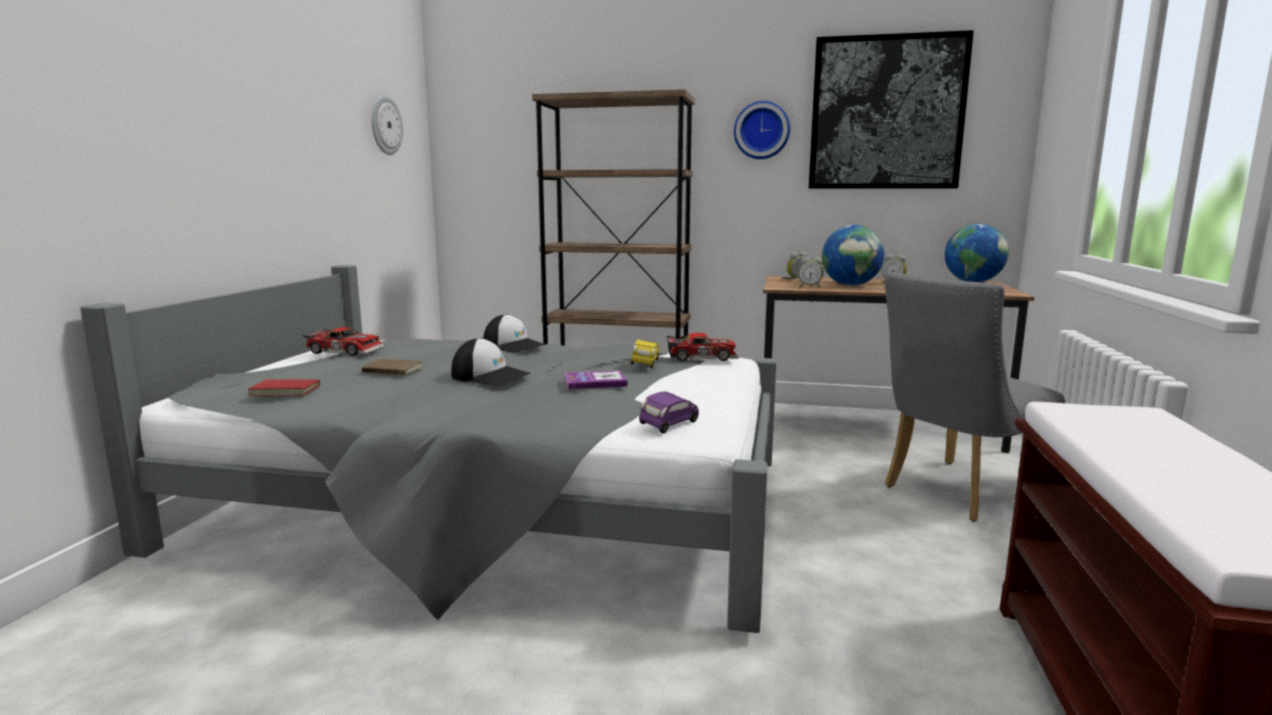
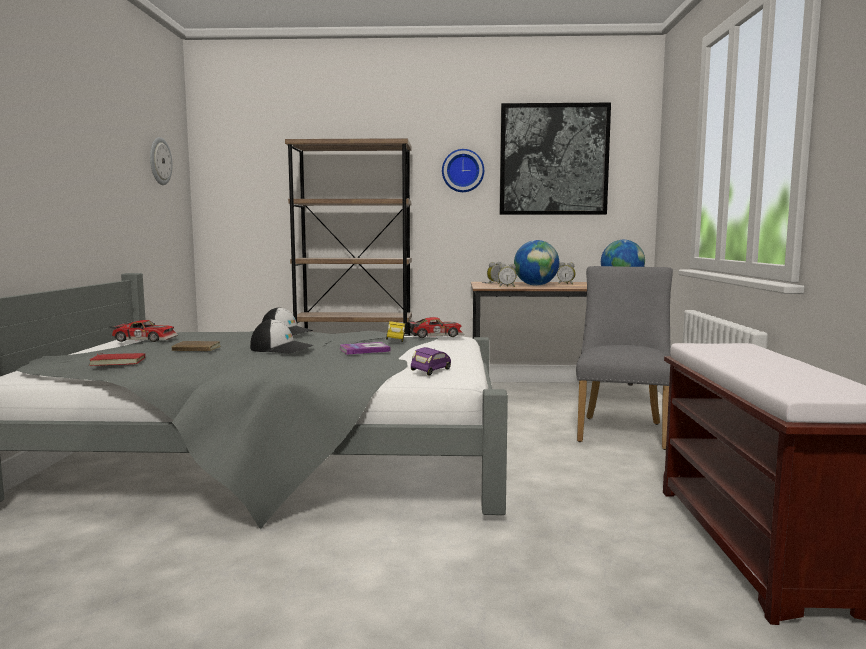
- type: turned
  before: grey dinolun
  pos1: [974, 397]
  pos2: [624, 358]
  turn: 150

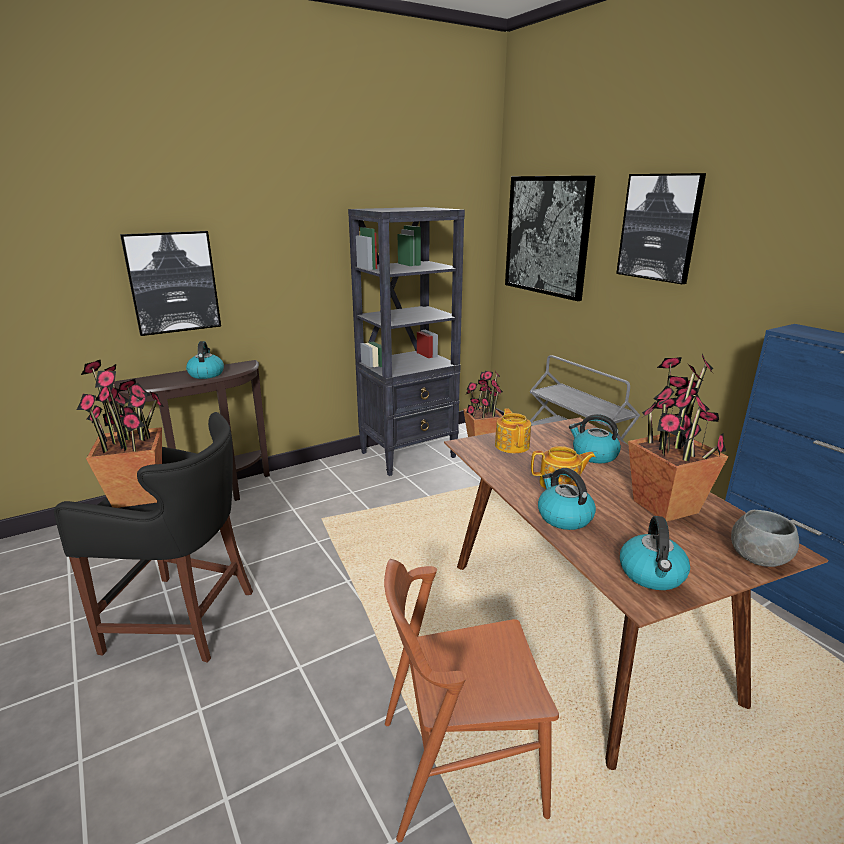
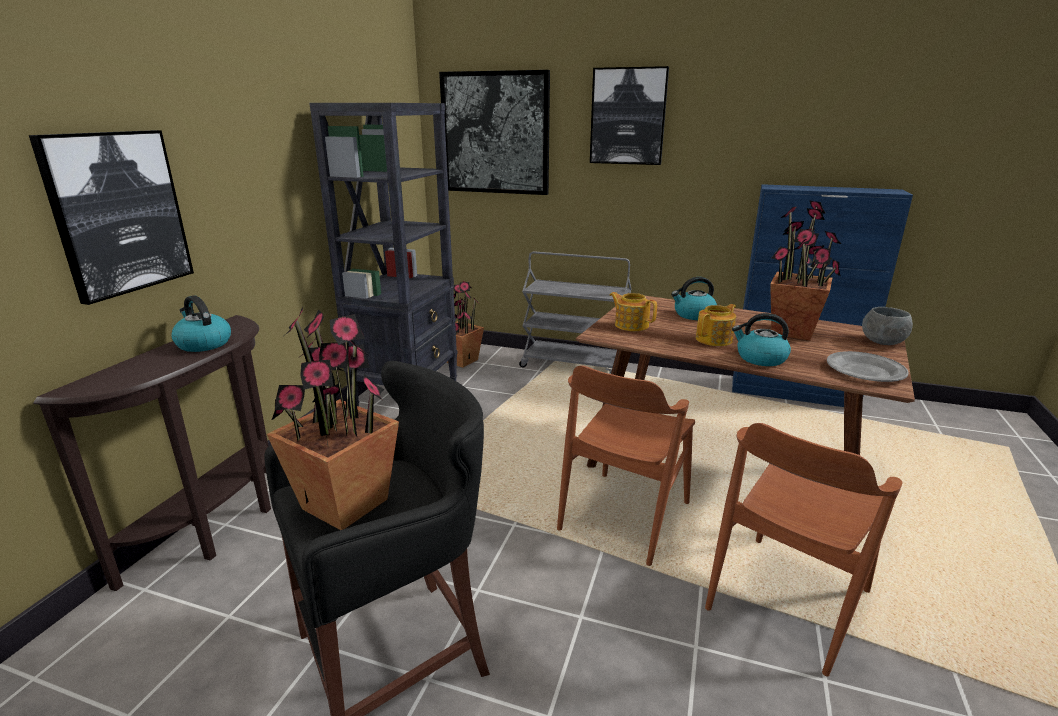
- type: replaced
  before: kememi
  after: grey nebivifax
  pos1: [655, 553]
  pos2: [868, 366]
- type: added
  after: brown dinolun
  pos2: [626, 465]

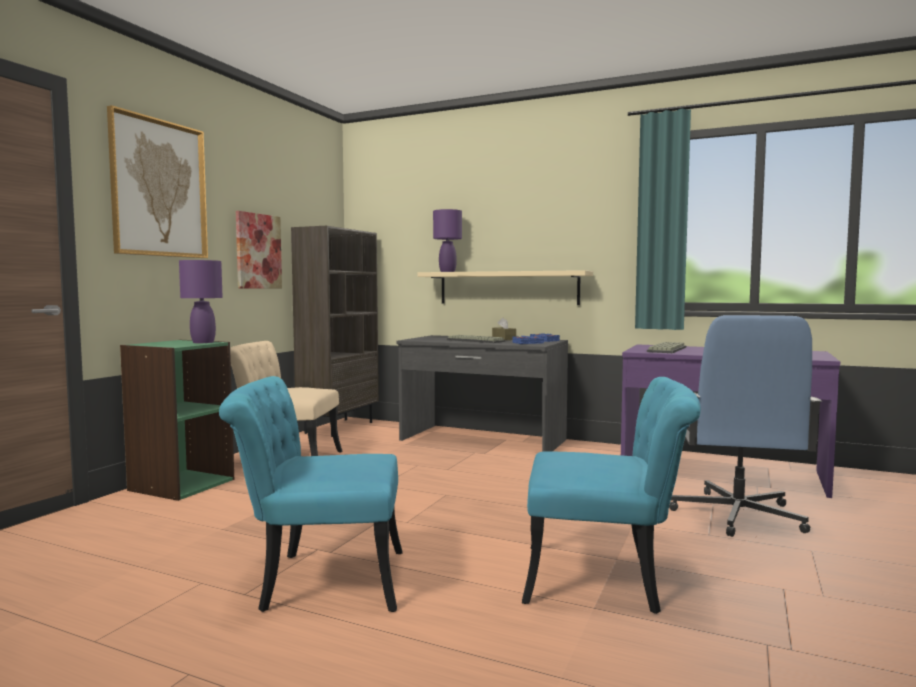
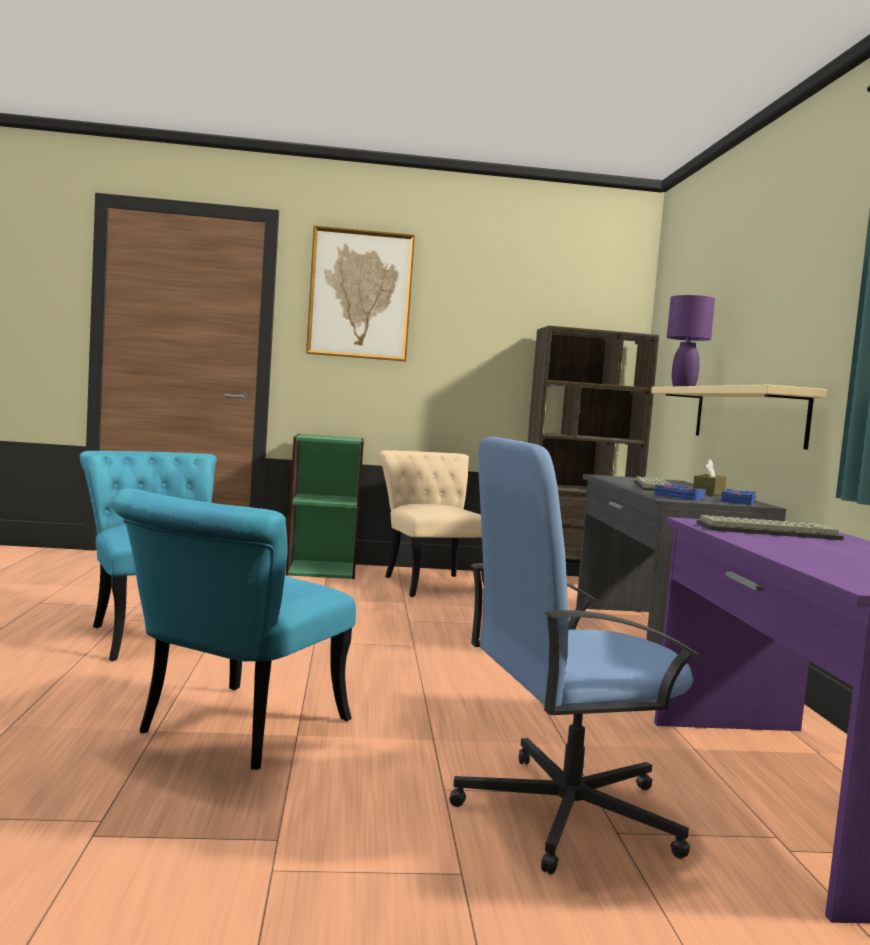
- type: removed
  before: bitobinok
  pos1: [259, 249]
- type: removed
  before: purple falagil
  pos1: [201, 301]
- type: turned
  before: turquoise dinolun
  pos1: [611, 495]
  pos2: [233, 629]
  turn: 45

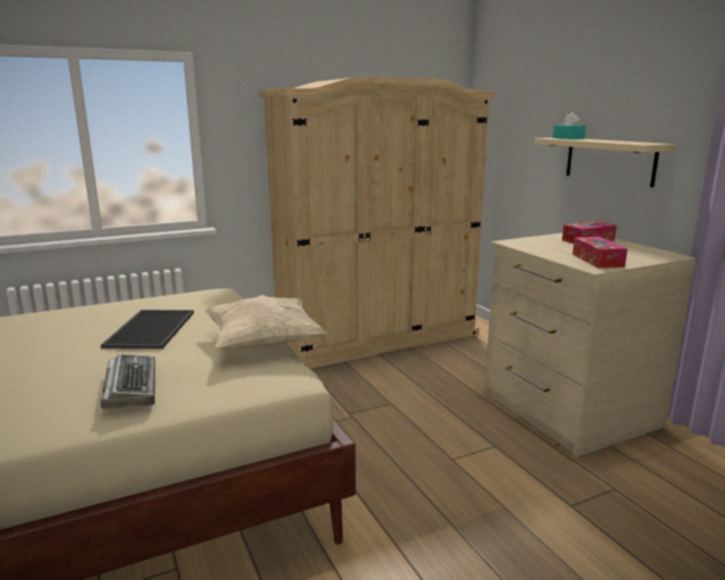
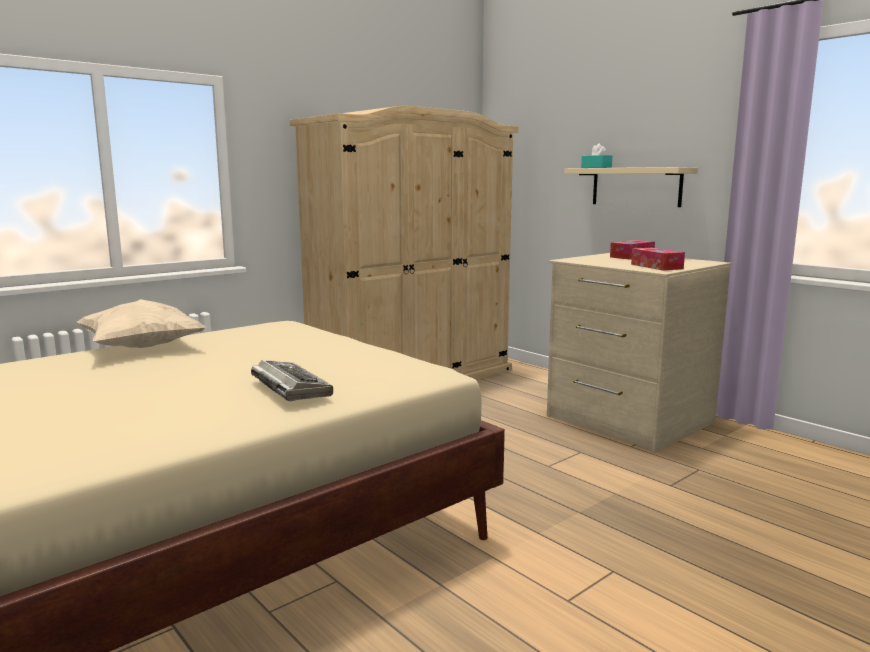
- type: moved
  before: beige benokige
  pos1: [265, 322]
  pos2: [141, 323]
- type: removed
  before: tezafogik
  pos1: [147, 329]

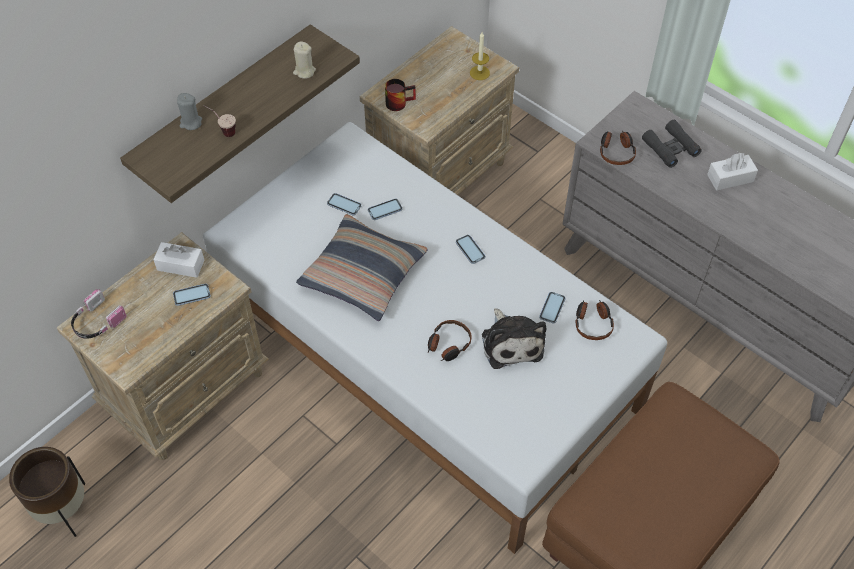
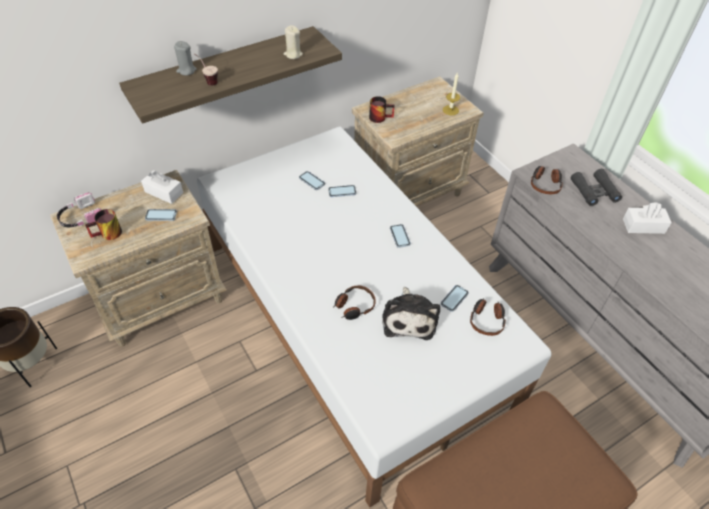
- type: removed
  before: benokige
  pos1: [362, 267]
- type: added
  after: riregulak
  pos2: [103, 224]

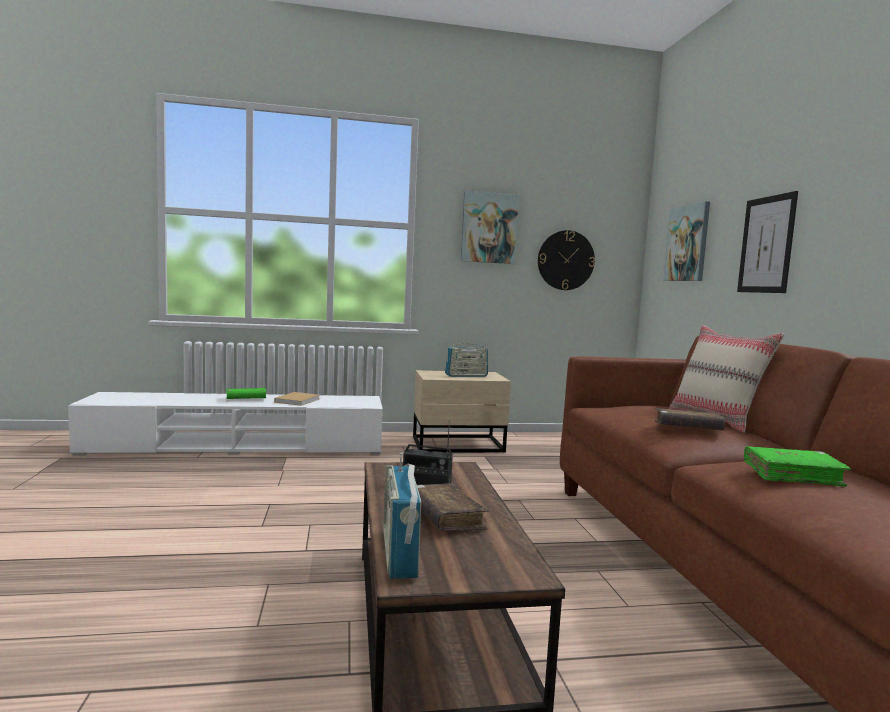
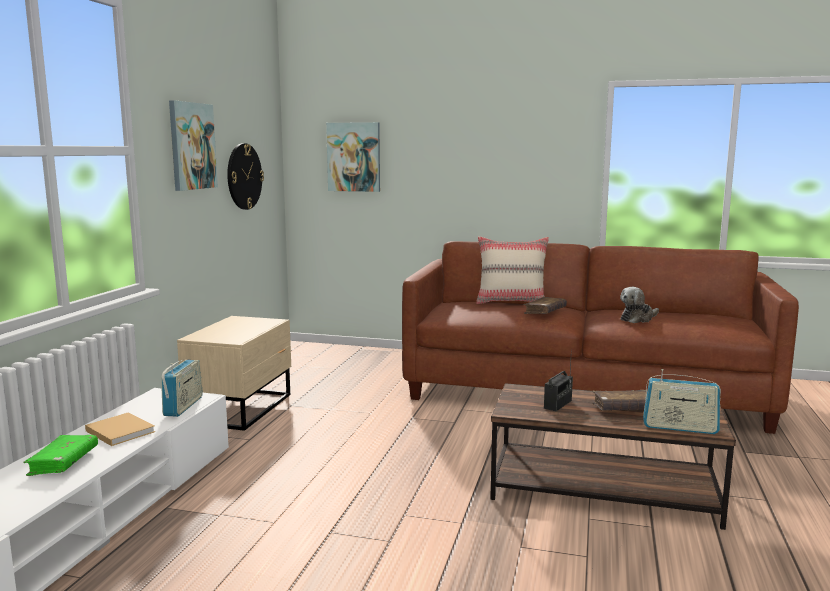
- type: removed
  before: bitobinok
  pos1: [767, 242]
- type: moved
  before: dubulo
  pos1: [466, 358]
  pos2: [182, 388]
- type: replaced
  before: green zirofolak
  after: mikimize
  pos1: [797, 466]
  pos2: [639, 305]

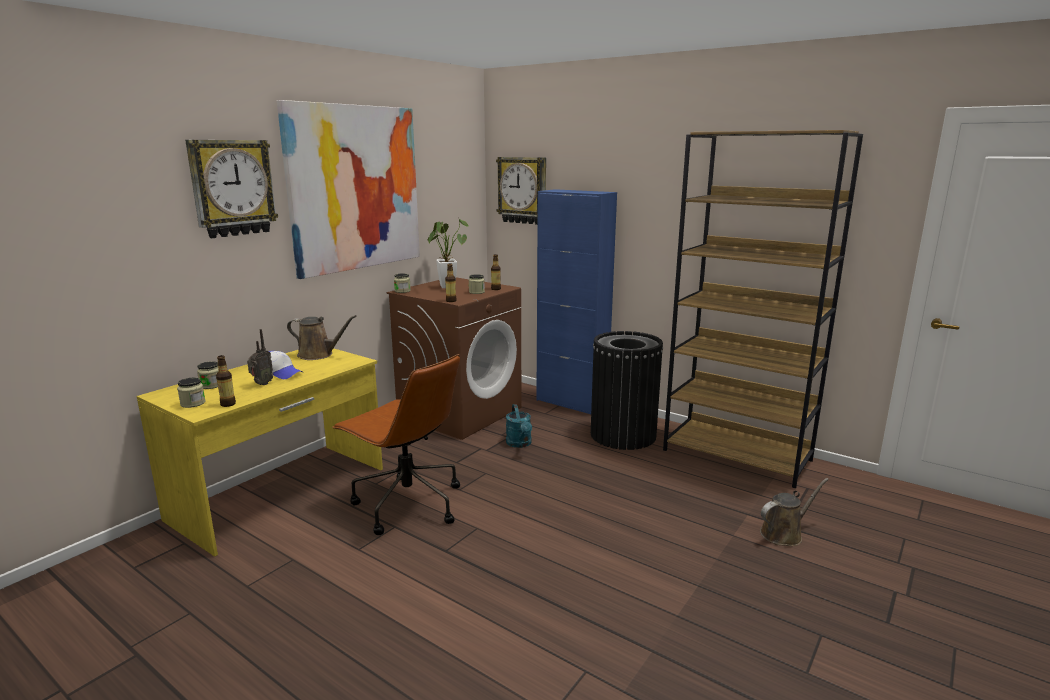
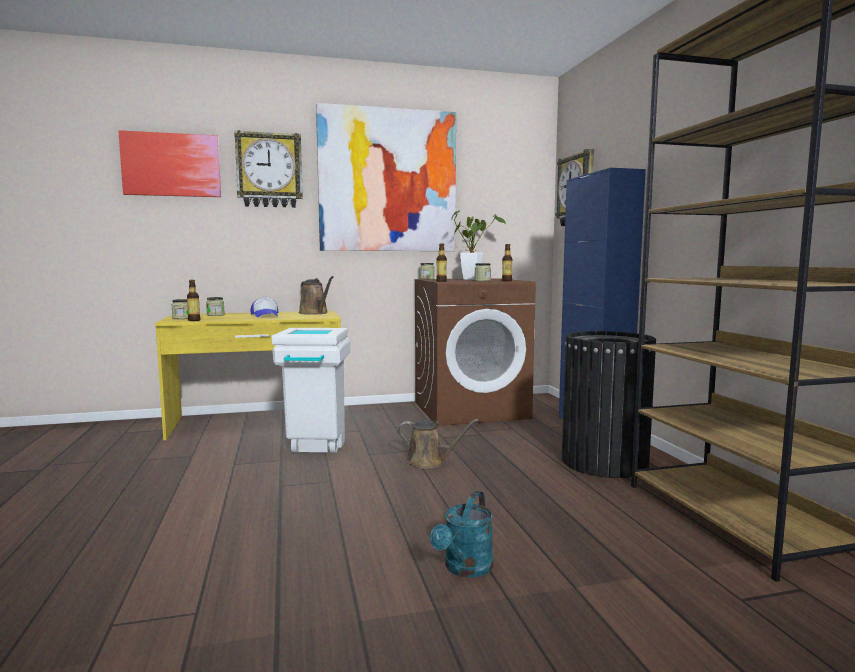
- type: removed
  before: dubulo
  pos1: [260, 357]
- type: replaced
  before: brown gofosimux
  after: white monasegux
  pos1: [396, 444]
  pos2: [311, 390]
- type: moved
  before: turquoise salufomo
  pos1: [519, 426]
  pos2: [461, 534]
- type: moved
  before: brown salufomo
  pos1: [794, 512]
  pos2: [438, 444]
- type: added
  after: bitobinok
  pos2: [169, 163]

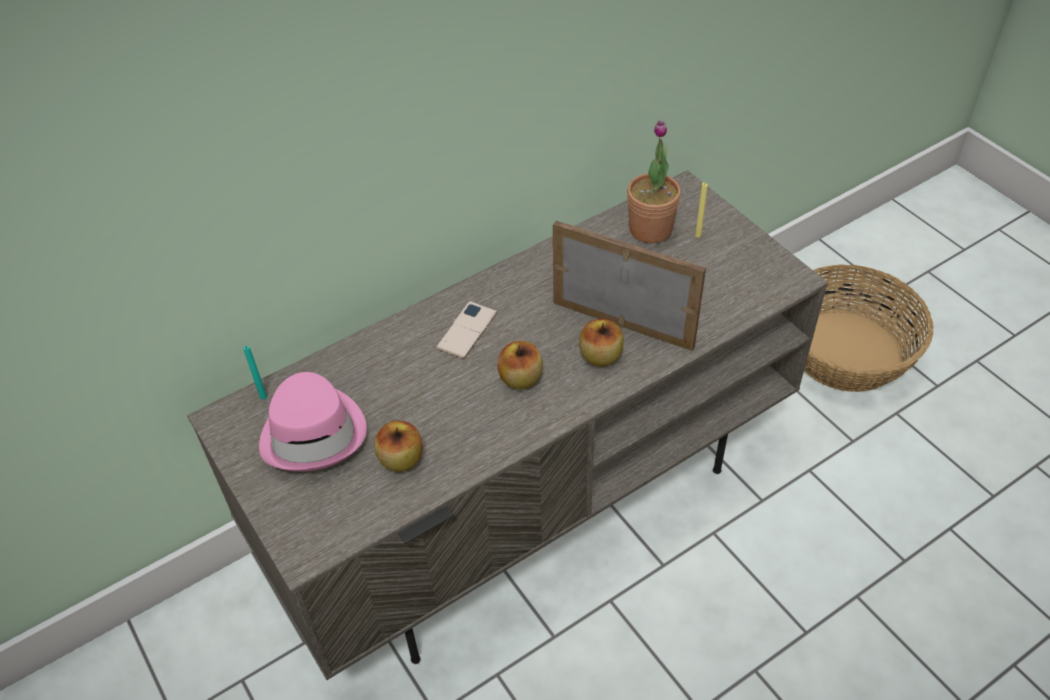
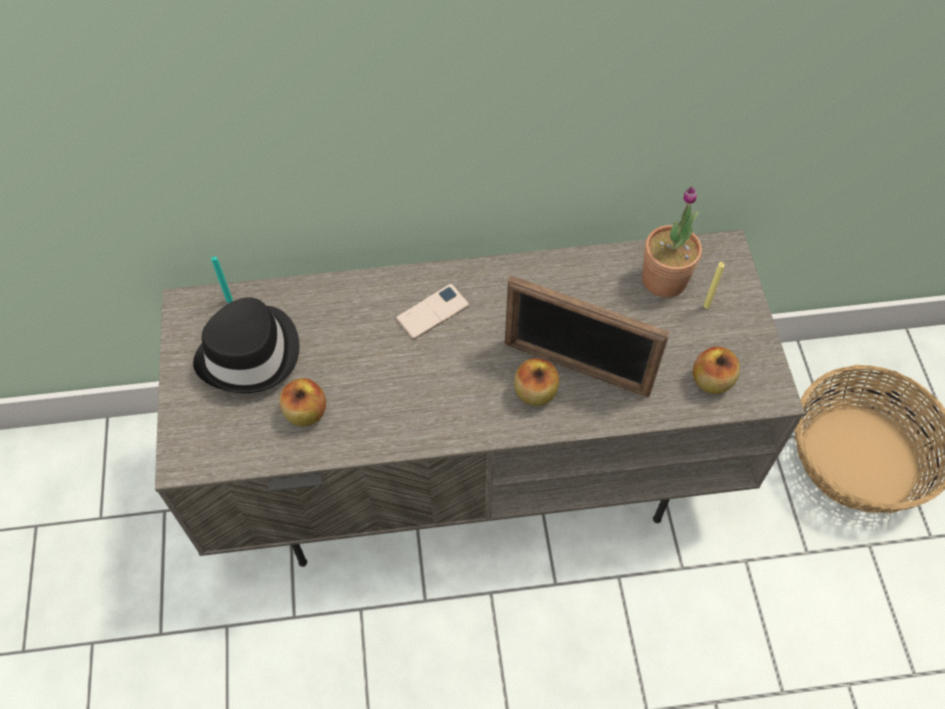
- type: turned
  before: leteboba
  pos1: [629, 285]
  pos2: [587, 336]
  turn: 150
- type: moved
  before: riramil
  pos1: [520, 365]
  pos2: [716, 370]
- type: recoloured
  before: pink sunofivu
  after: black sunofivu
  pos1: [313, 422]
  pos2: [246, 345]

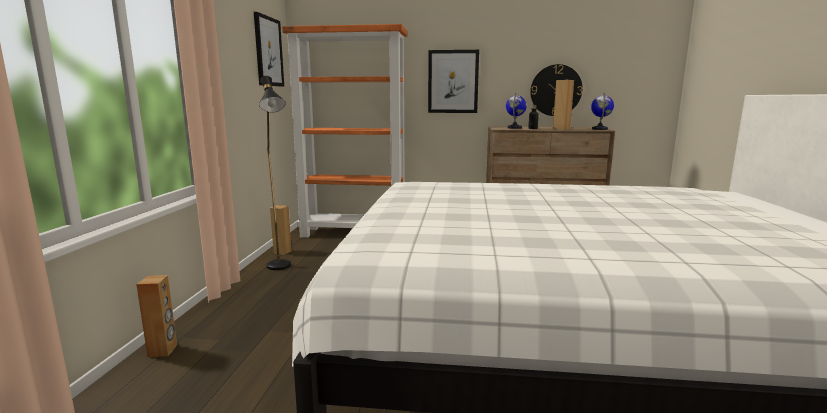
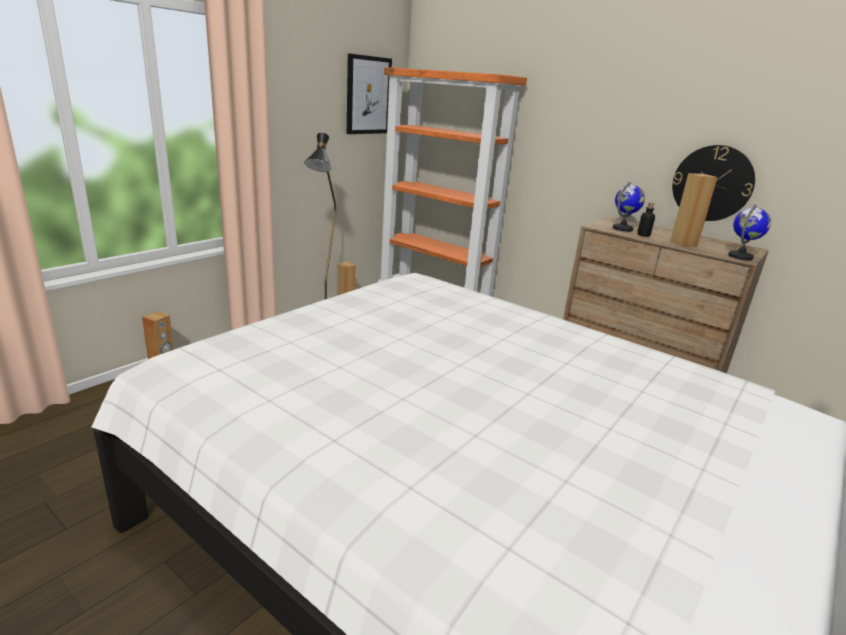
- type: removed
  before: bitobinok
  pos1: [453, 81]

